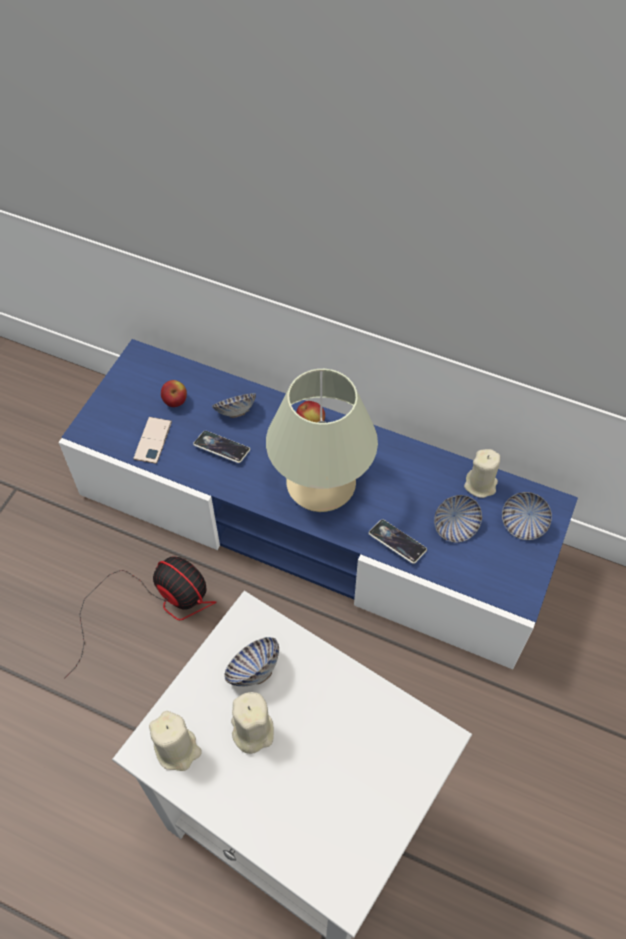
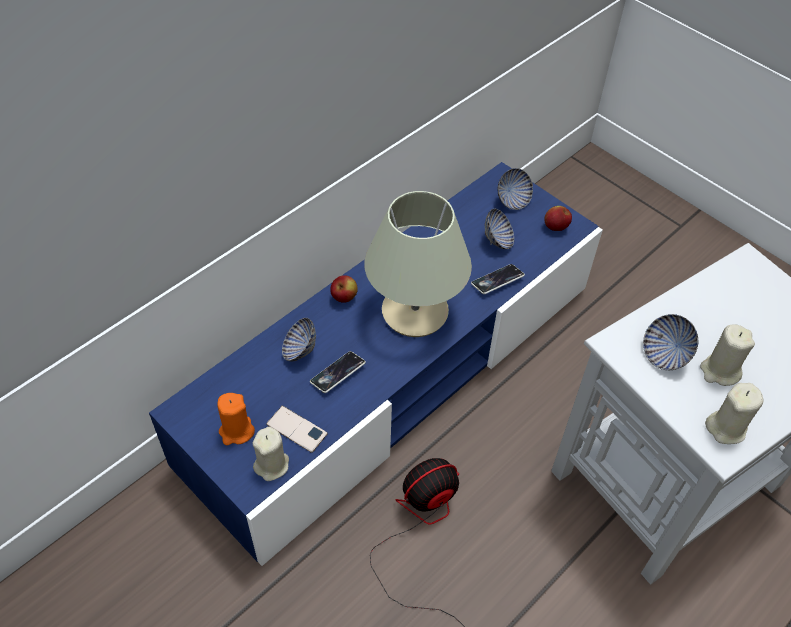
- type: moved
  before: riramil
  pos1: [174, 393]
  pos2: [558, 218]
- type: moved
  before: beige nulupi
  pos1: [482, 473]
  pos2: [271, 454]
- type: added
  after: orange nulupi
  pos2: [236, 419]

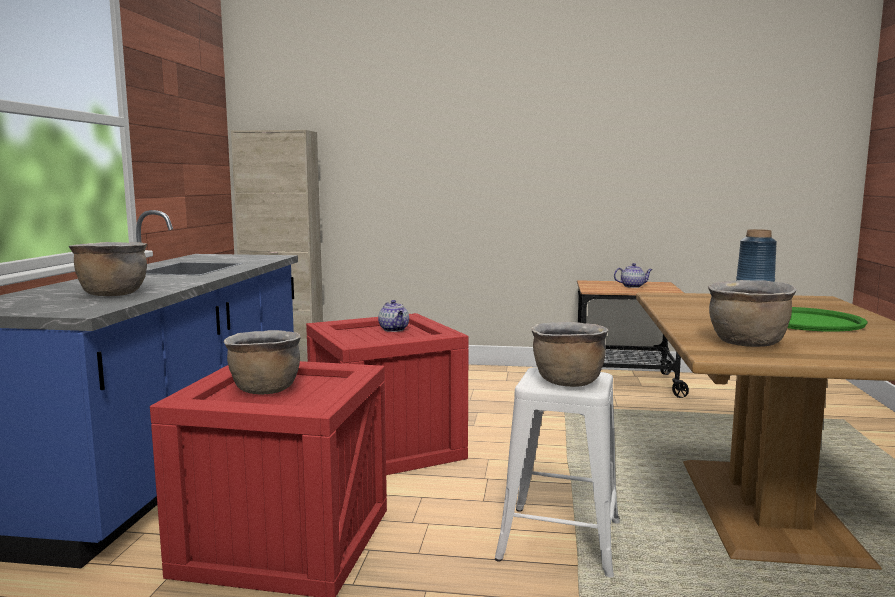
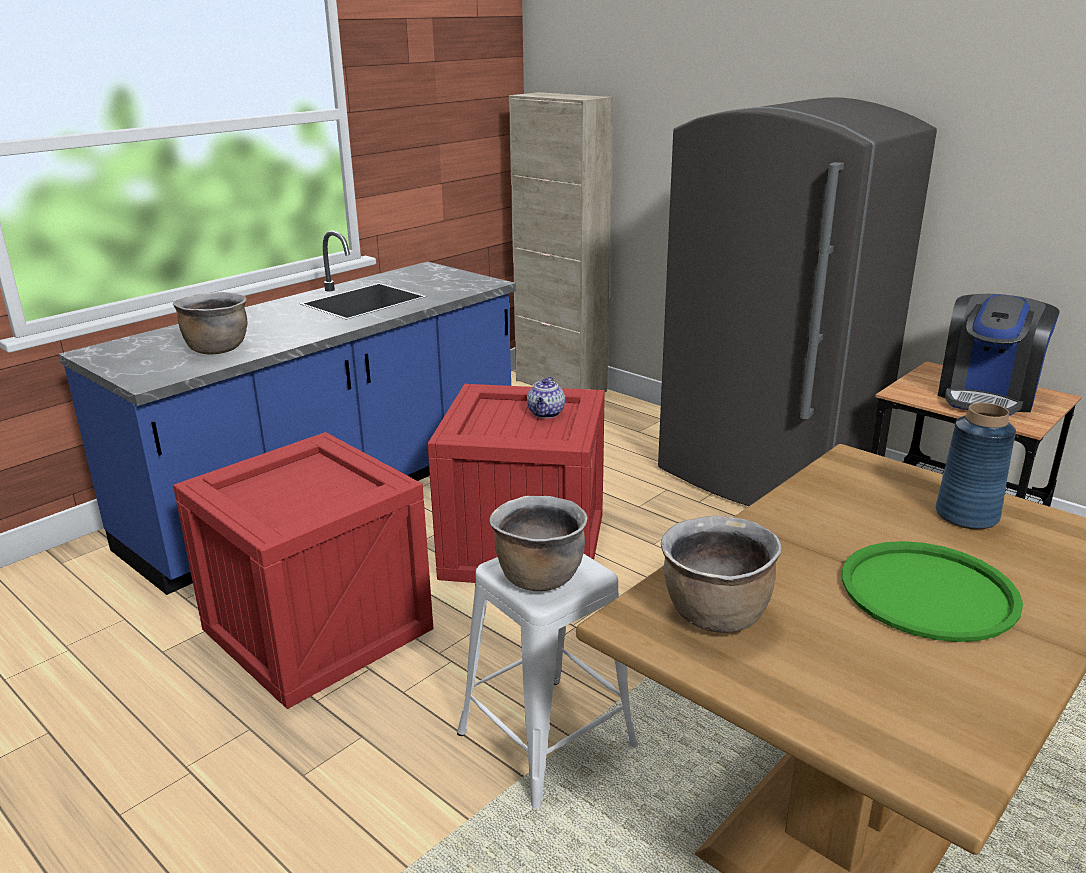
- type: replaced
  before: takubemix
  after: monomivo
  pos1: [633, 275]
  pos2: [999, 355]
- type: removed
  before: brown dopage
  pos1: [262, 362]
- type: added
  after: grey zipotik
  pos2: [797, 301]

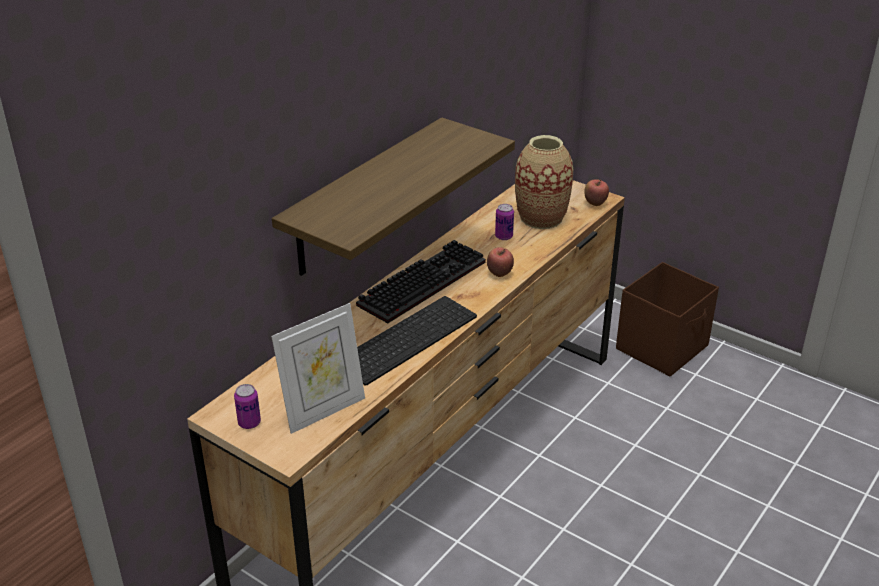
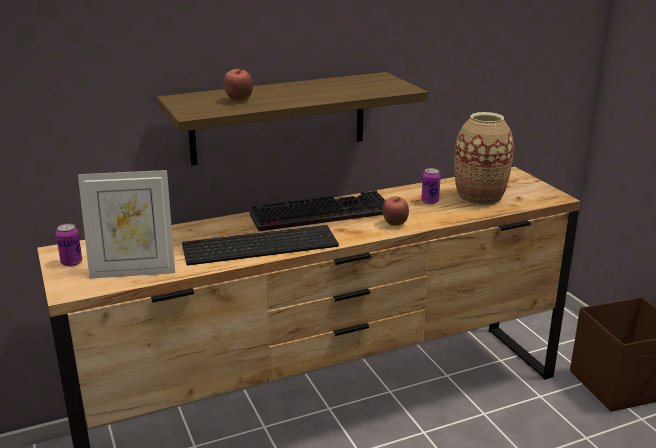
- type: moved
  before: riramil
  pos1: [597, 192]
  pos2: [238, 85]

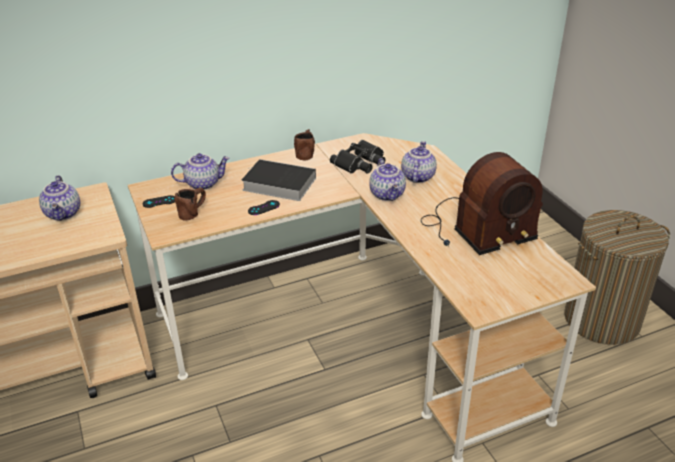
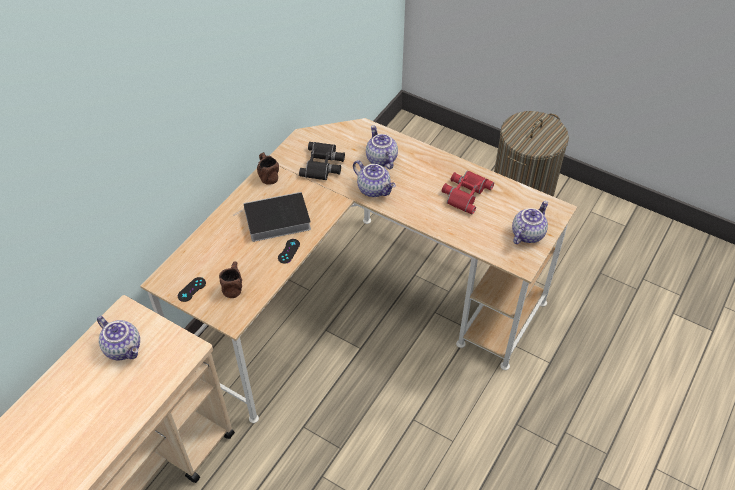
- type: replaced
  before: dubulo
  after: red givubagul
  pos1: [482, 203]
  pos2: [468, 192]
- type: moved
  before: takubemix
  pos1: [200, 171]
  pos2: [530, 222]

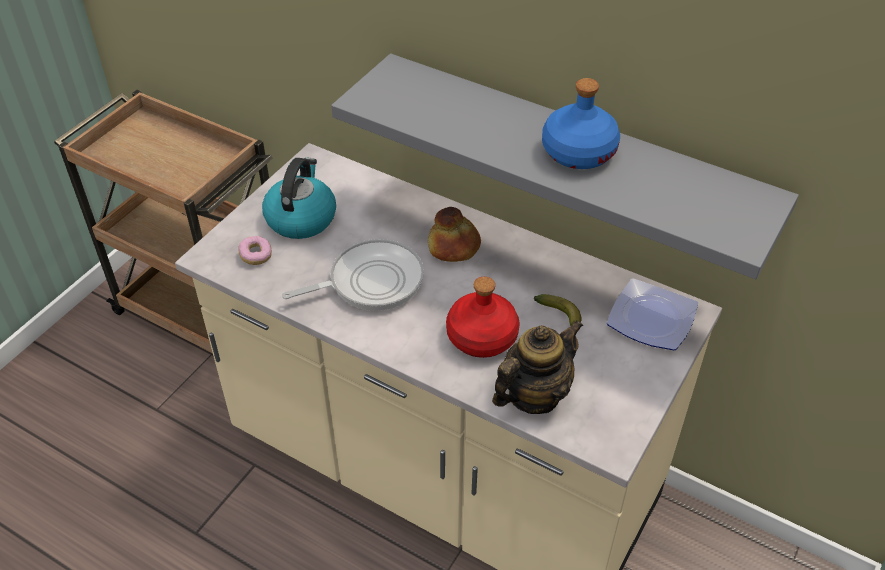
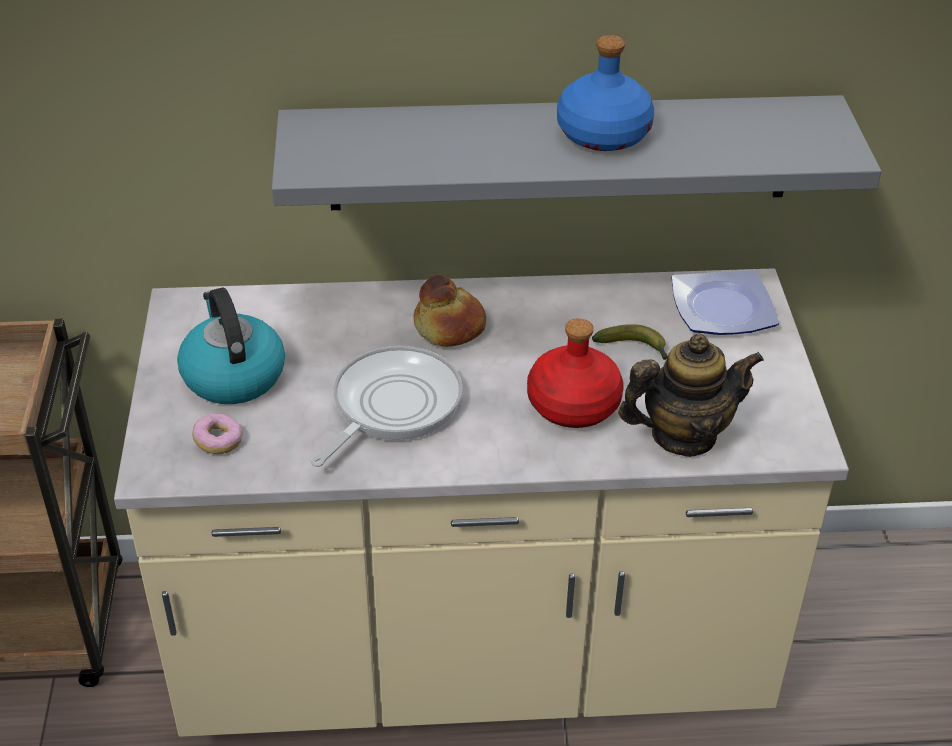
- type: turned
  before: takubemix
  pos1: [538, 367]
  pos2: [691, 395]
  turn: 60

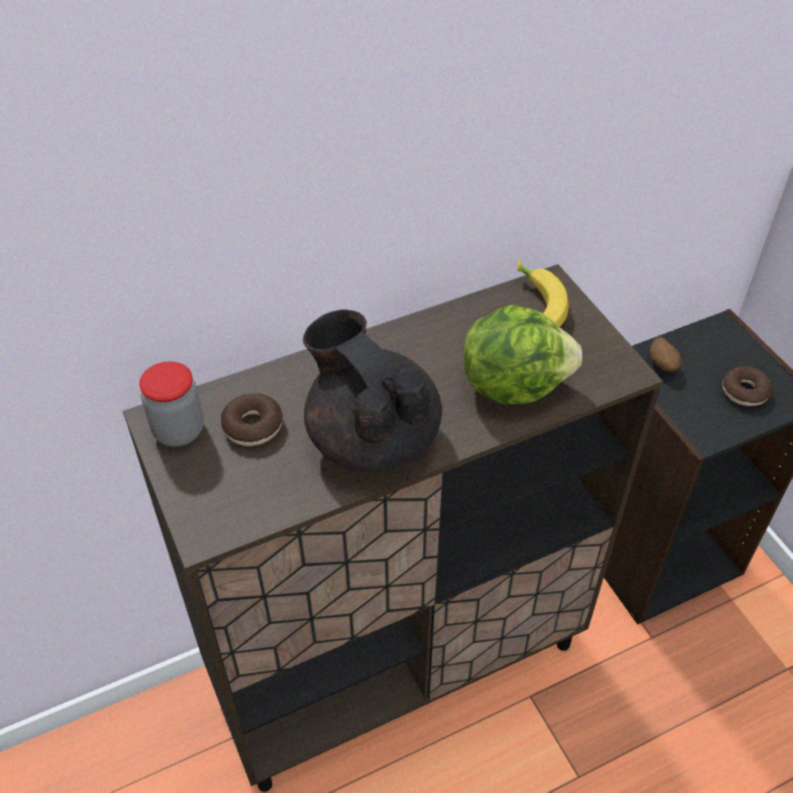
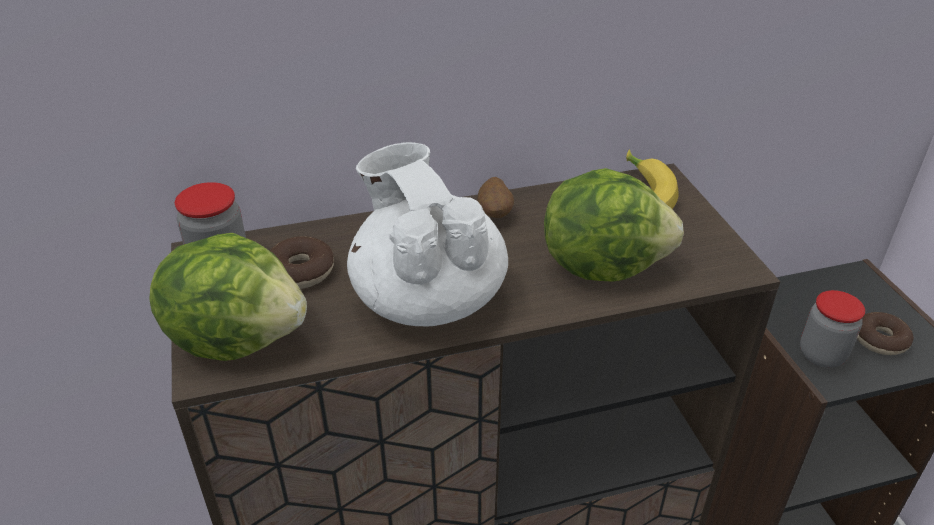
- type: recoloured
  before: black takubemix
  after: white takubemix
  pos1: [372, 391]
  pos2: [427, 234]
- type: moved
  before: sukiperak
  pos1: [665, 354]
  pos2: [495, 197]
- type: added
  after: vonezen
  pos2: [228, 297]
- type: added
  after: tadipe
  pos2: [832, 329]

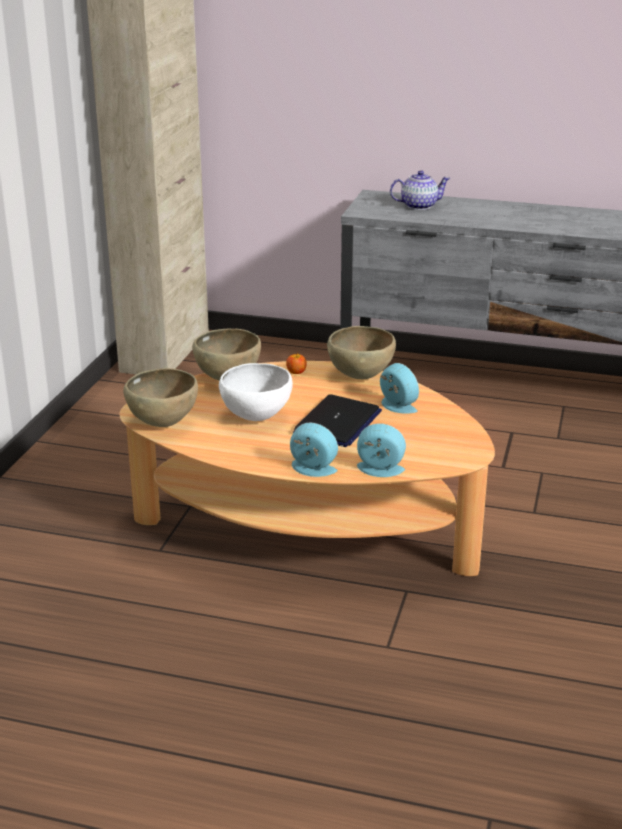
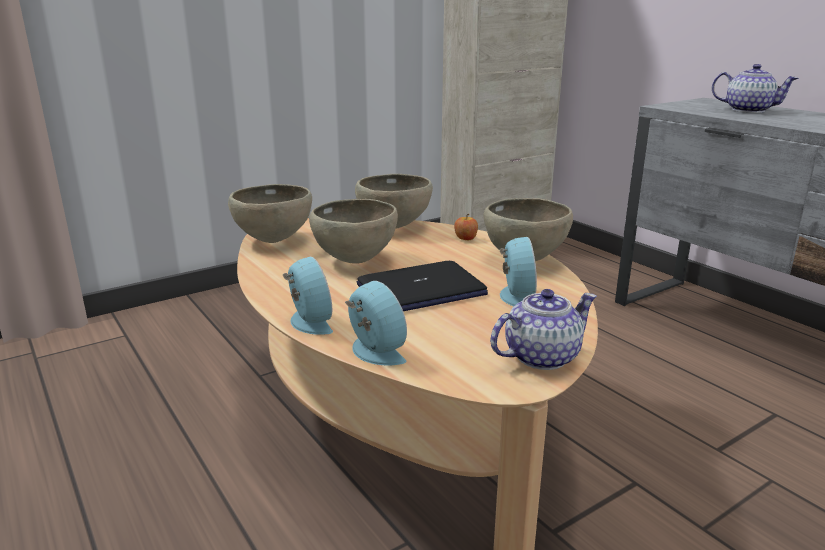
- type: recoloured
  before: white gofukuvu
  after: brown gofukuvu
  pos1: [256, 392]
  pos2: [353, 231]
- type: added
  after: takubemix
  pos2: [543, 329]

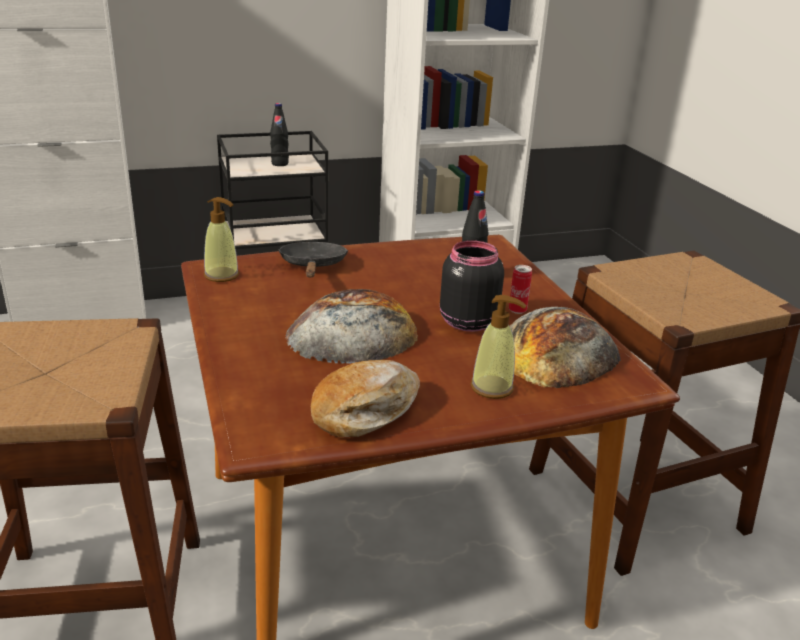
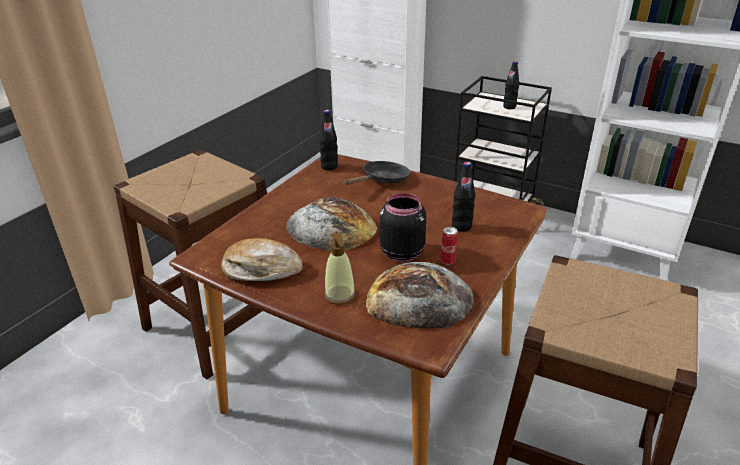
- type: replaced
  before: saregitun
  after: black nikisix
  pos1: [221, 239]
  pos2: [328, 140]

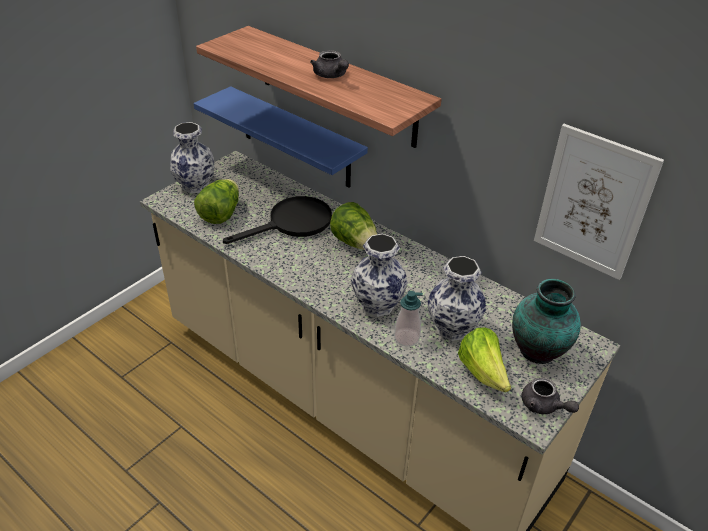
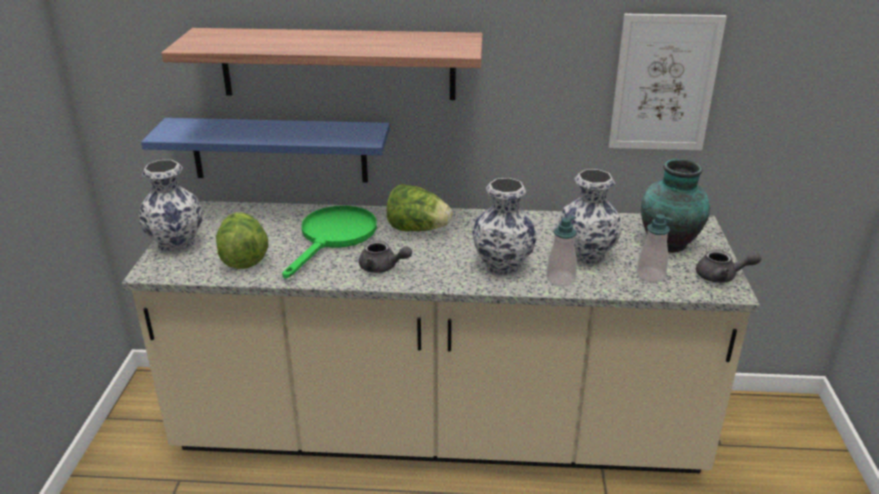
- type: moved
  before: grey takubemix
  pos1: [329, 64]
  pos2: [385, 256]
- type: recoloured
  before: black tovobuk
  after: green tovobuk
  pos1: [277, 220]
  pos2: [329, 241]
- type: replaced
  before: vonezen
  after: saregitun
  pos1: [484, 359]
  pos2: [654, 248]

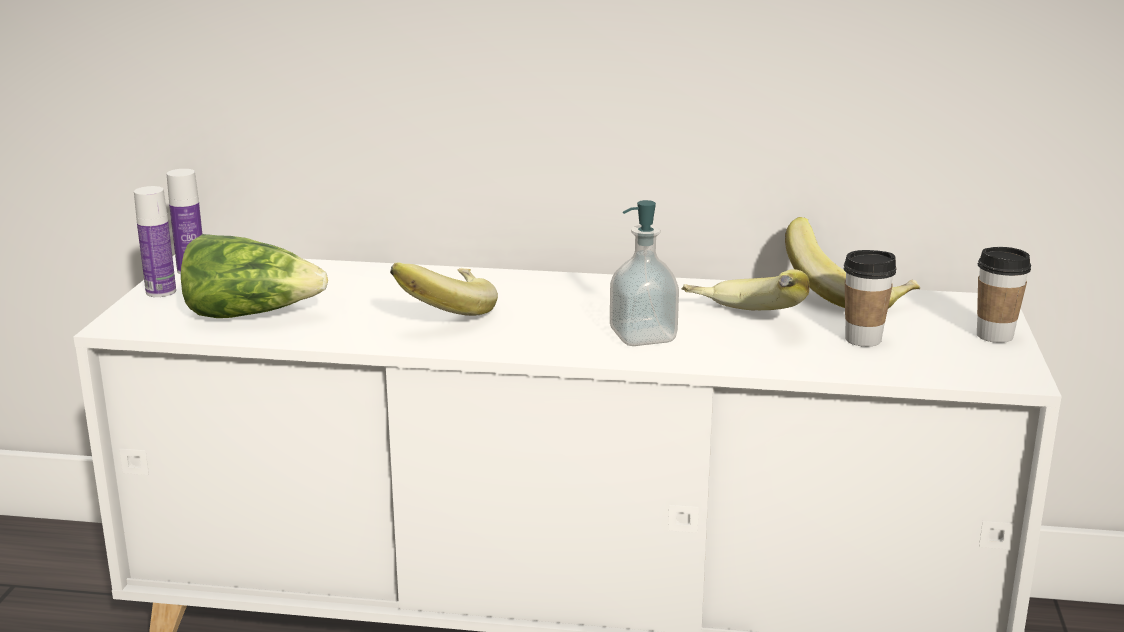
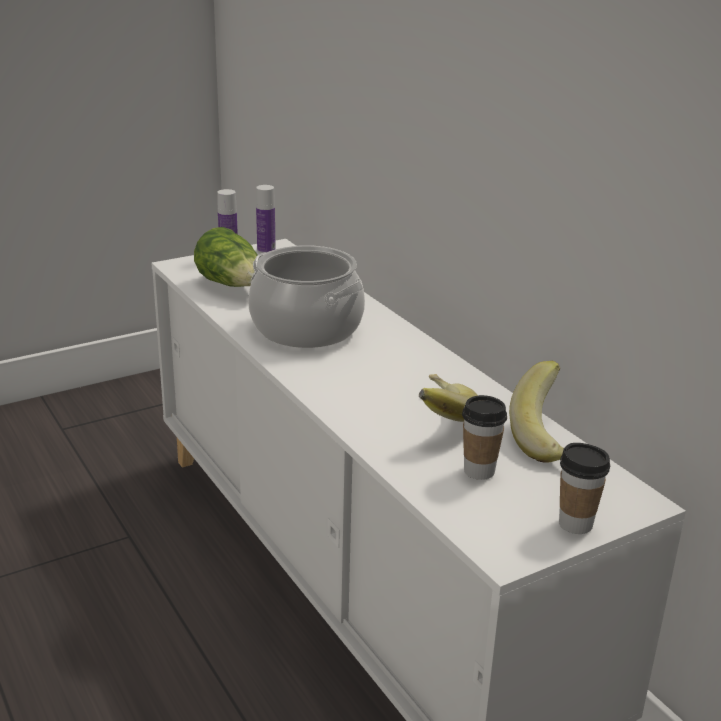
- type: removed
  before: saregitun
  pos1: [644, 273]
- type: replaced
  before: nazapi
  after: dopage
  pos1: [444, 289]
  pos2: [306, 296]

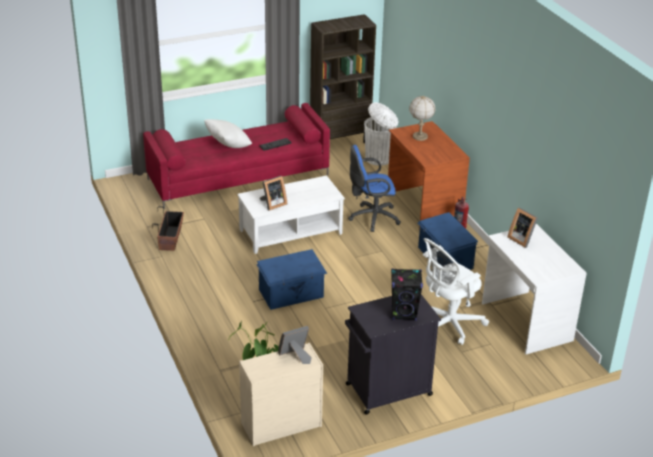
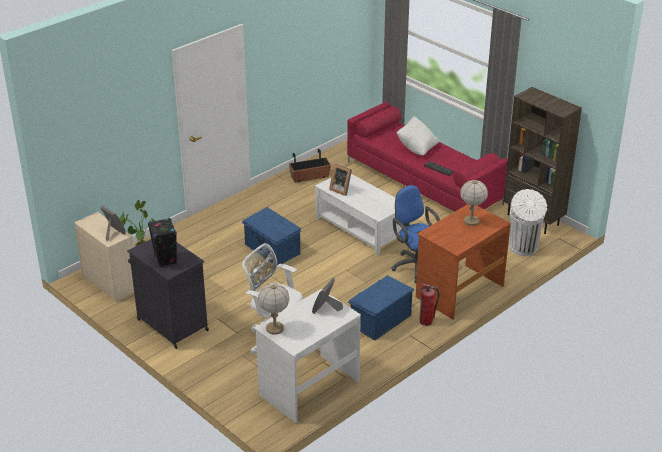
- type: added
  after: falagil
  pos2: [274, 309]

